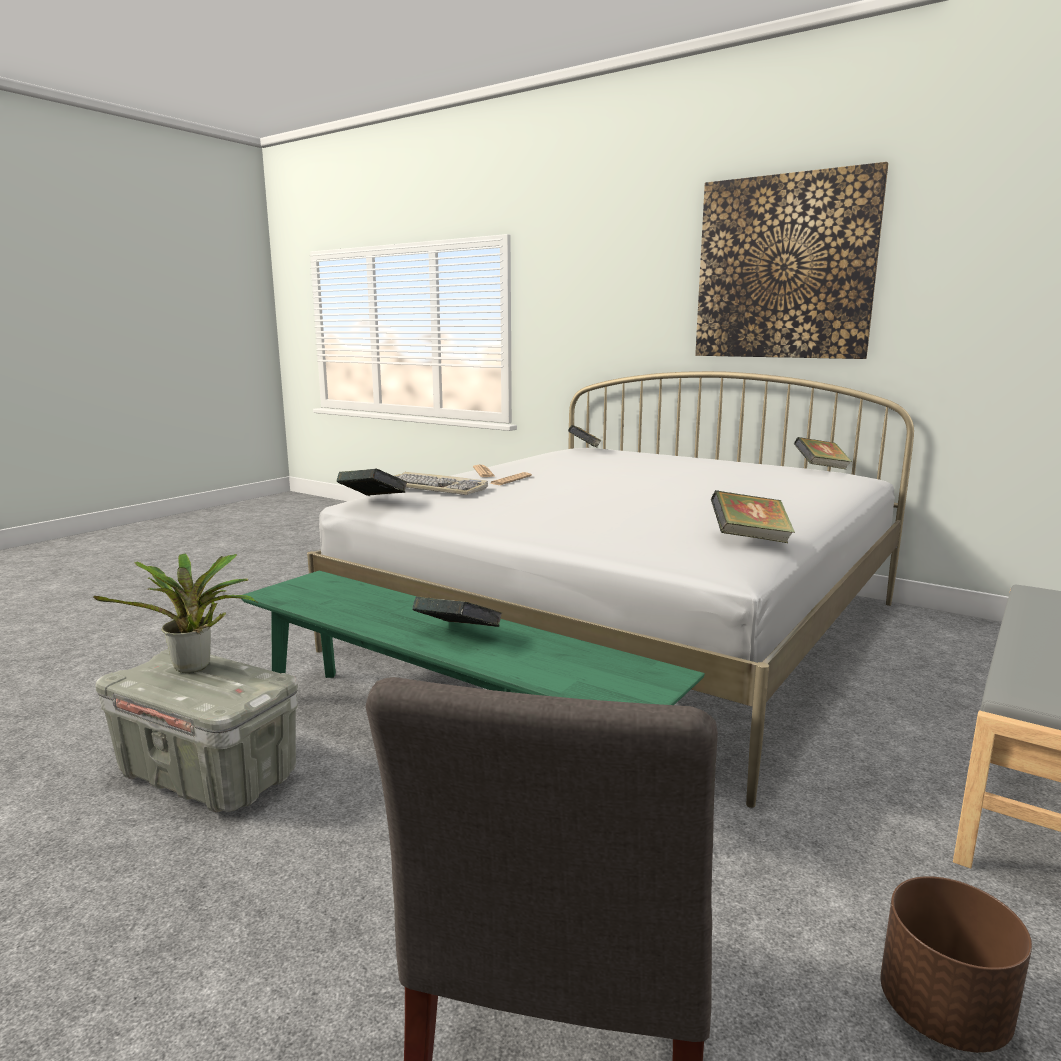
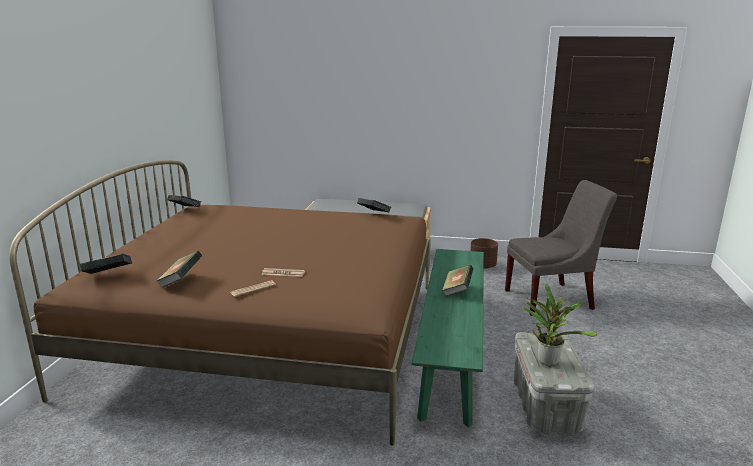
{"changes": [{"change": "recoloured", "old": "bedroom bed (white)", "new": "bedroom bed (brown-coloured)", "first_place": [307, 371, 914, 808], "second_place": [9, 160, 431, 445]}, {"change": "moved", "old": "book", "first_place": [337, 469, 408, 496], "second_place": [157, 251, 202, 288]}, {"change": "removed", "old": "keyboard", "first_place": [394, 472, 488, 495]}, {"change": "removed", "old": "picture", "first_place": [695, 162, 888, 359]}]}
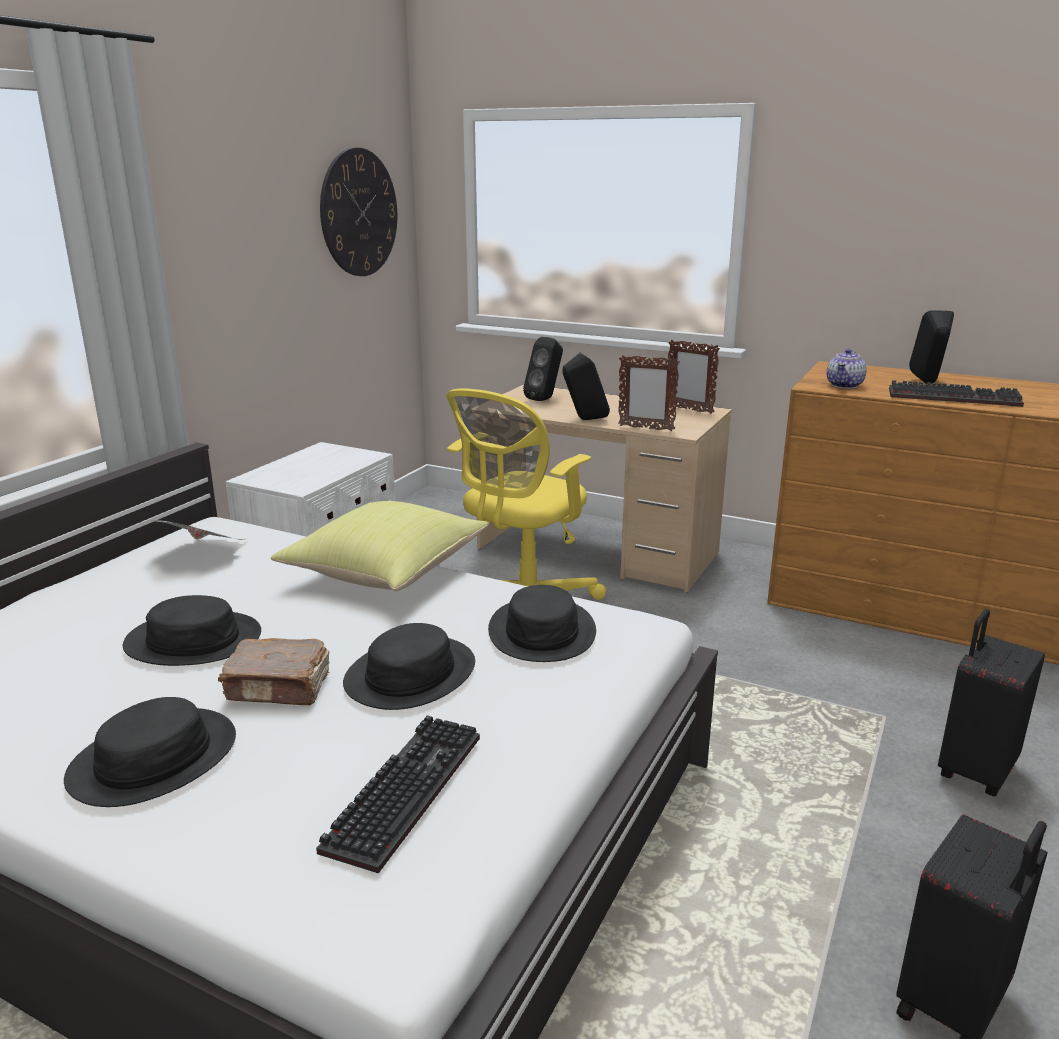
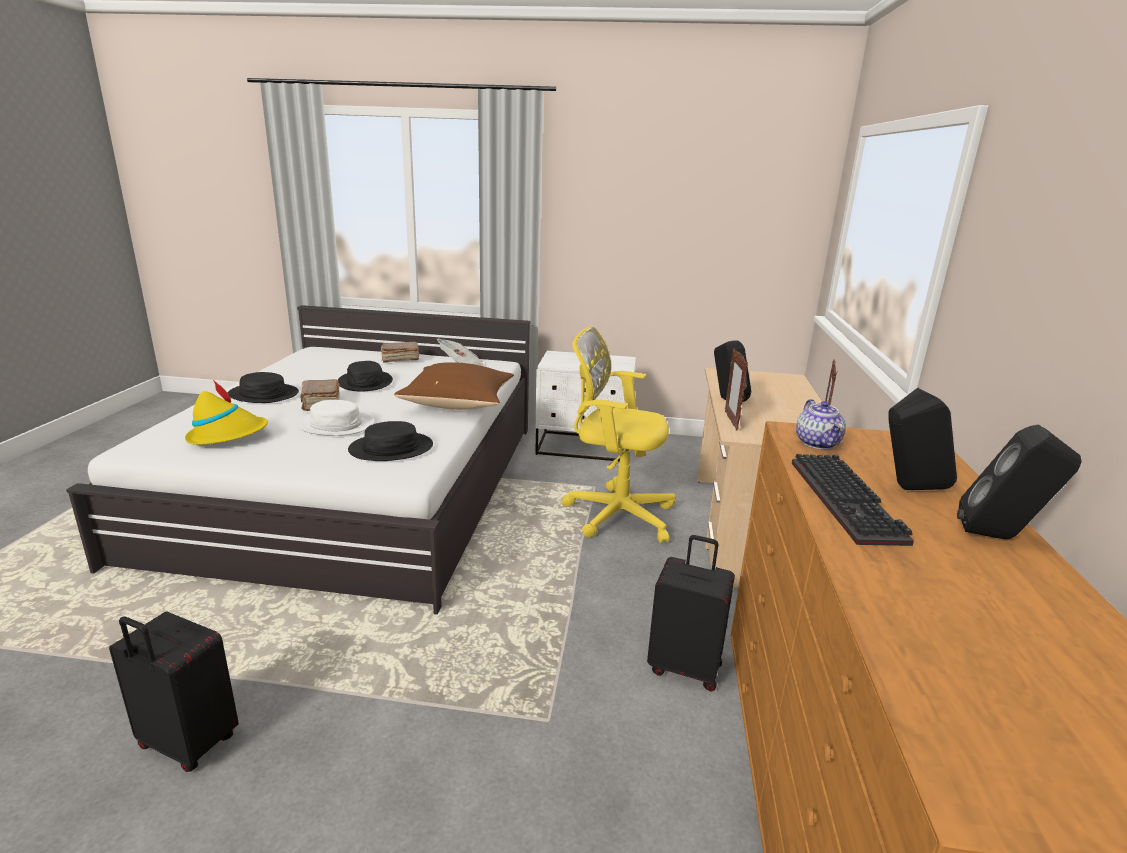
{"changes": [{"change": "replaced", "old": "keyboard", "new": "wearable hat (yellow)", "first_place": [316, 715, 480, 873], "second_place": [185, 380, 268, 445]}, {"change": "recoloured", "old": "wearable hat (black-coloured)", "new": "wearable hat (white)", "first_place": [343, 623, 475, 710], "second_place": [296, 400, 375, 436]}, {"change": "added", "new": "book (brown-coloured)", "second_place": [381, 342, 419, 363]}, {"change": "recoloured", "old": "pillow (yellow)", "new": "pillow (brown-coloured)", "first_place": [271, 501, 489, 591], "second_place": [394, 362, 514, 410]}, {"change": "moved", "old": "piece of luggage (black-coloured)", "first_place": [938, 609, 1045, 796], "second_place": [647, 535, 735, 691]}, {"change": "turned", "old": "teapot", "first_place": [826, 349, 867, 389], "second_place": [796, 399, 846, 449], "degrees": -105}, {"change": "moved", "old": "audio speaker (black-coloured)", "first_place": [523, 337, 563, 401], "second_place": [957, 425, 1082, 539]}, {"change": "removed", "old": "hanging clock", "first_place": [320, 148, 397, 276]}]}
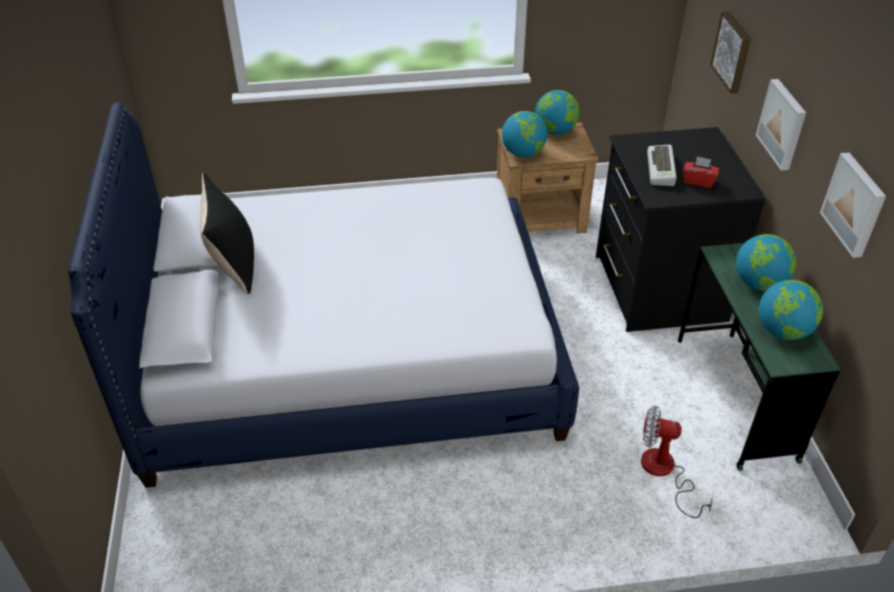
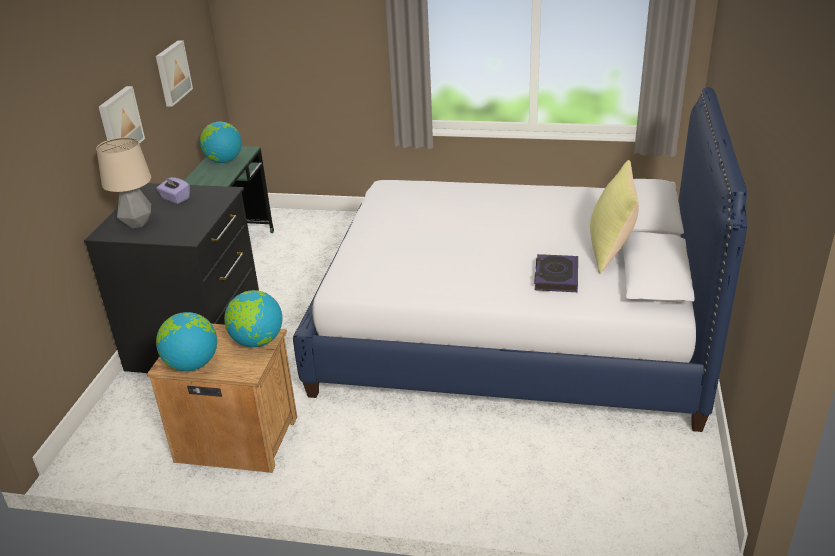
{"changes": [{"change": "added", "new": "tabletop lamp", "second_place": [96, 137, 151, 228]}, {"change": "recoloured", "old": "box of tissues (red)", "new": "box of tissues (purplish)", "first_place": [683, 156, 719, 188], "second_place": [156, 177, 190, 204]}, {"change": "added", "new": "book", "second_place": [534, 254, 578, 292]}, {"change": "recoloured", "old": "pillow (black-coloured)", "new": "pillow (yellow)", "first_place": [200, 172, 254, 294], "second_place": [590, 160, 639, 274]}, {"change": "removed", "old": "cooling fan", "first_place": [641, 406, 712, 518]}, {"change": "removed", "old": "keyboard", "first_place": [647, 145, 677, 186]}, {"change": "removed", "old": "picture", "first_place": [710, 11, 751, 94]}, {"change": "removed", "old": "globe", "first_place": [736, 234, 796, 291]}]}
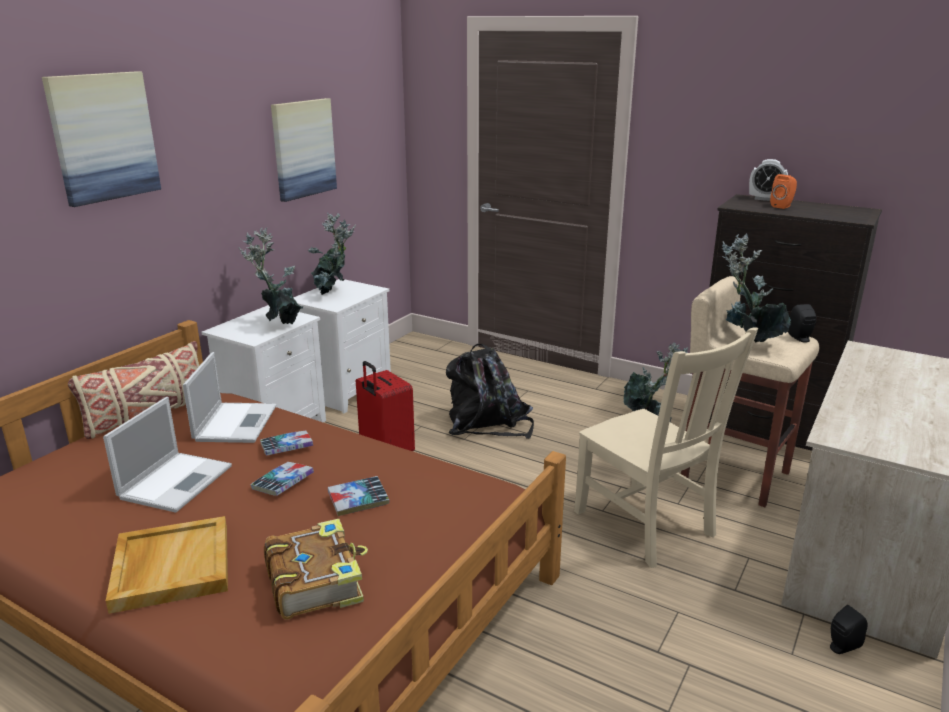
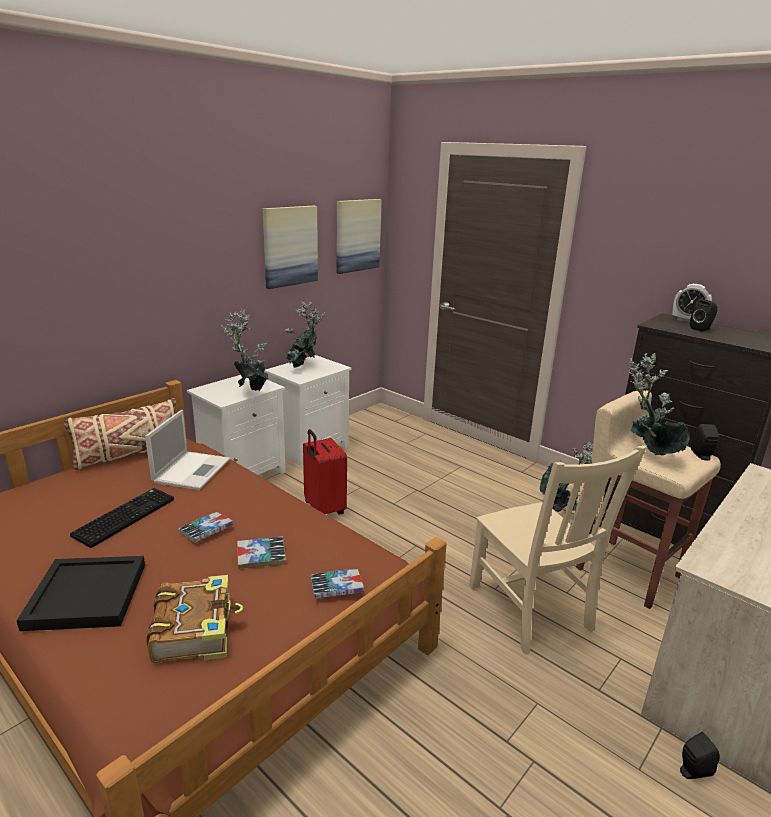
{"changes": [{"change": "recoloured", "old": "serving tray (beige)", "new": "serving tray (black-coloured)", "first_place": [106, 516, 228, 614], "second_place": [17, 556, 145, 631]}, {"change": "replaced", "old": "portable computer", "new": "keyboard", "first_place": [103, 397, 232, 513], "second_place": [70, 488, 174, 548]}, {"change": "moved", "old": "book", "first_place": [260, 430, 313, 456], "second_place": [310, 569, 364, 598]}, {"change": "moved", "old": "picture", "first_place": [42, 71, 161, 207], "second_place": [337, 199, 382, 274]}, {"change": "recoloured", "old": "audio speaker (orangey)", "new": "audio speaker (black-coloured)", "first_place": [770, 174, 797, 209], "second_place": [690, 299, 718, 332]}, {"change": "removed", "old": "backpack (black-coloured)", "first_place": [446, 344, 534, 439]}]}
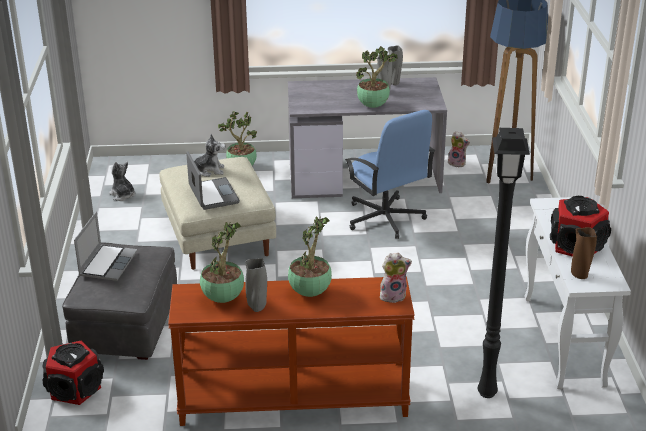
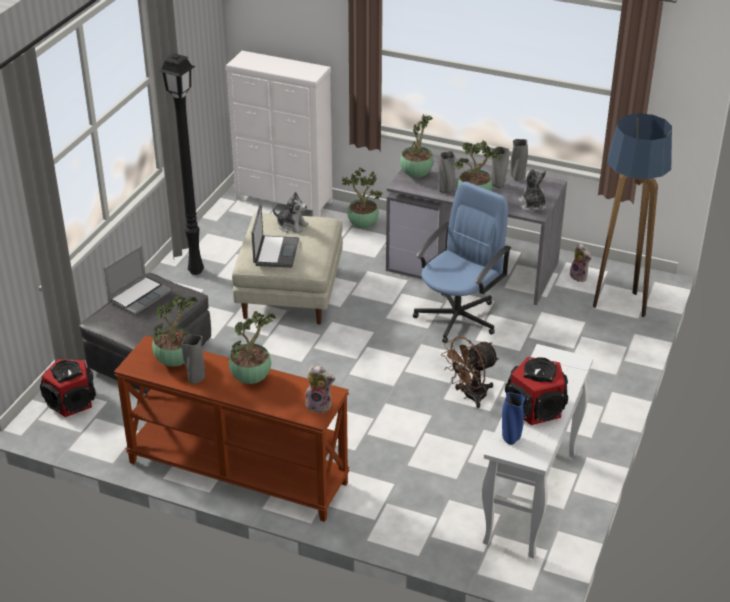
{"changes": [{"change": "moved", "old": "standing lamp (black-coloured)", "first_place": [477, 128, 530, 398], "second_place": [159, 53, 204, 275]}, {"change": "added", "new": "chest of drawers (white)", "second_place": [226, 51, 333, 217]}, {"change": "added", "new": "plant in a pot", "second_place": [400, 114, 434, 178]}, {"change": "turned", "old": "office chair (blue-coloured)", "first_place": [345, 110, 435, 239], "second_place": [413, 181, 511, 343], "degrees": -135}, {"change": "added", "new": "decorative vase (greyish)", "second_place": [438, 151, 455, 193]}, {"change": "added", "new": "cooling fan (brown-coloured)", "second_place": [441, 336, 499, 408]}, {"change": "recoloured", "old": "decorative vase (brown-coloured)", "new": "decorative vase (blue-coloured)", "first_place": [571, 227, 597, 279], "second_place": [502, 392, 525, 445]}, {"change": "moved", "old": "cuddly toy", "first_place": [109, 162, 135, 201], "second_place": [519, 168, 546, 212]}]}
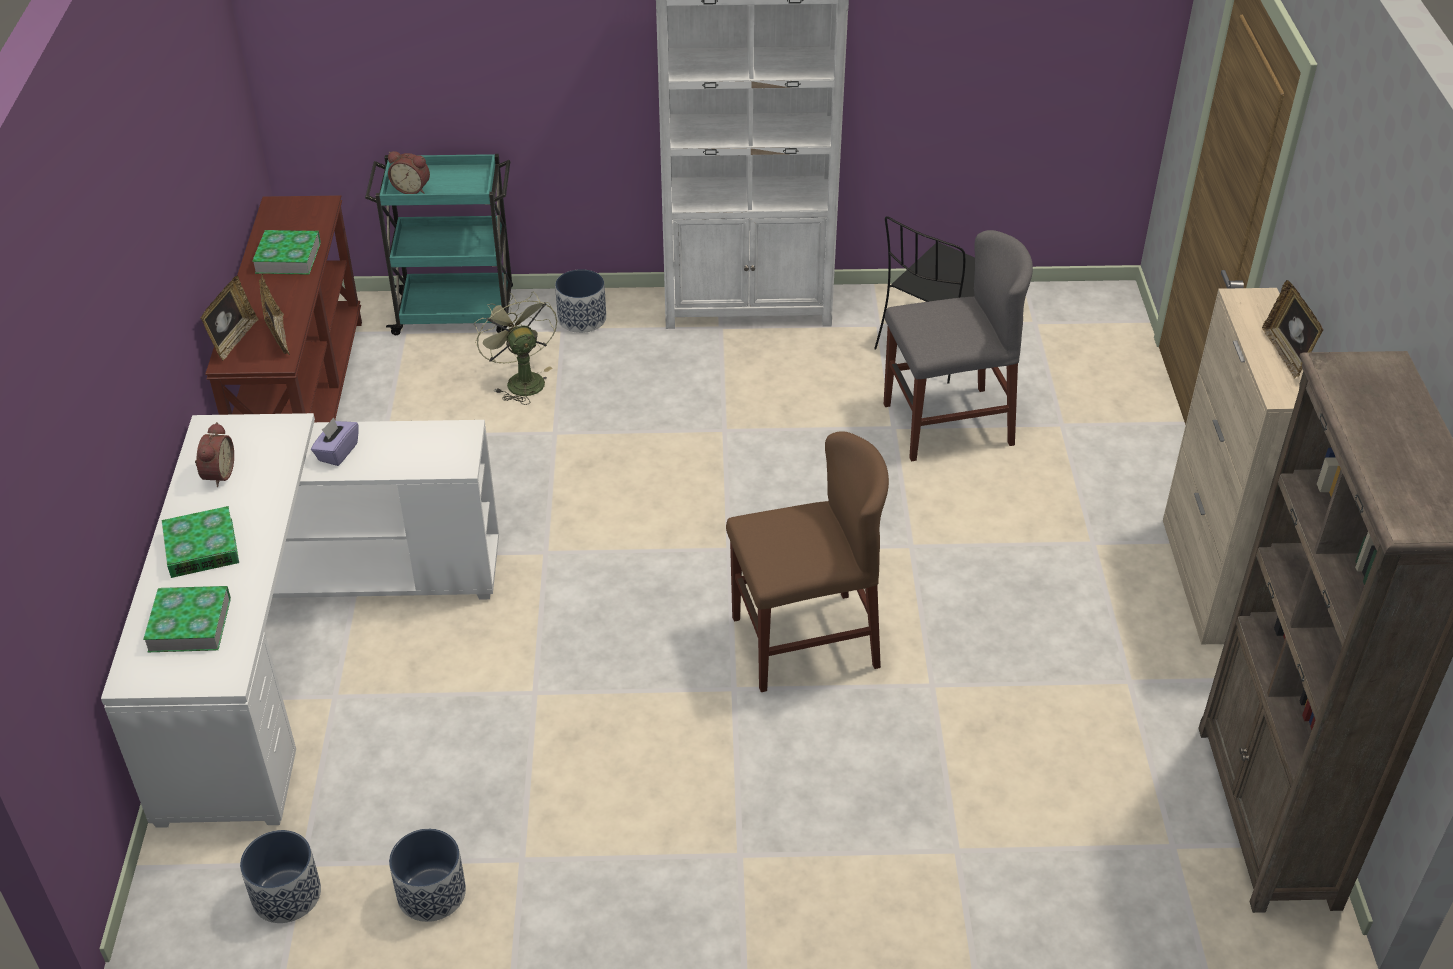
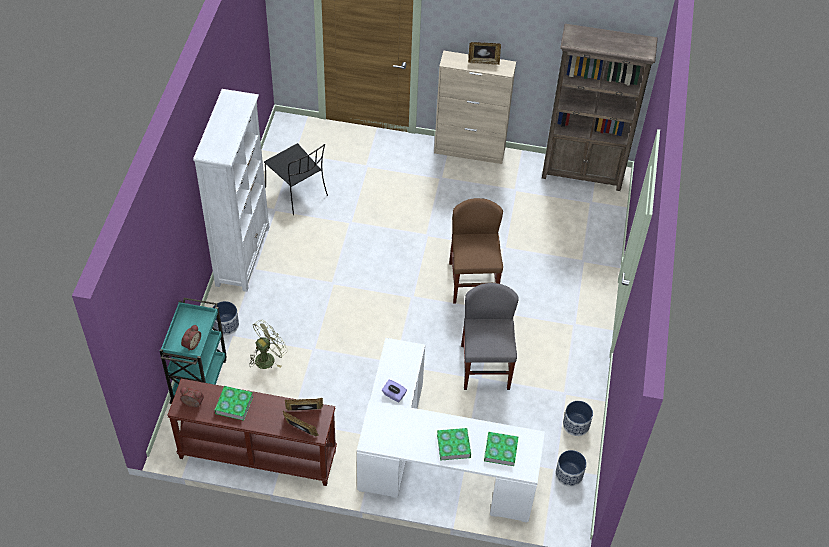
{"changes": [{"change": "moved", "old": "table clock", "first_place": [195, 422, 234, 487], "second_place": [180, 387, 204, 408]}, {"change": "turned", "old": "cooling fan (greenish)", "first_place": [474, 292, 557, 405], "second_place": [250, 320, 288, 369], "degrees": 150}, {"change": "moved", "old": "upright chair (greyish)", "first_place": [884, 230, 1033, 461], "second_place": [461, 283, 519, 390]}]}
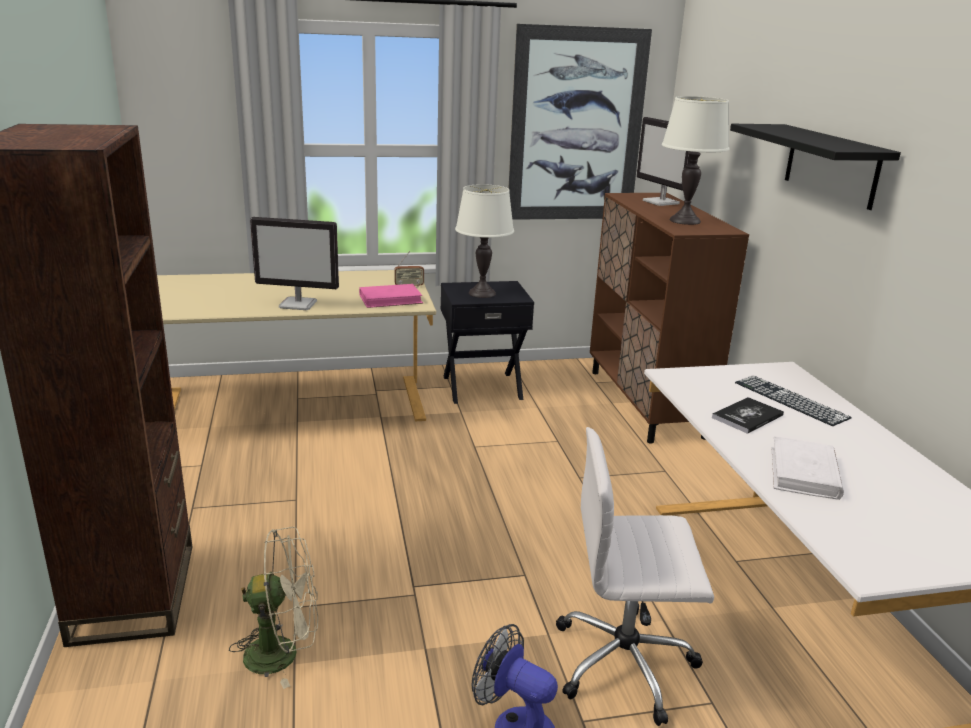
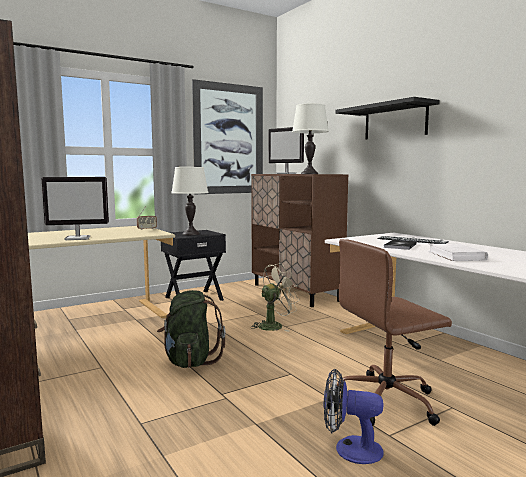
{"changes": [{"change": "added", "new": "backpack (greenish)", "second_place": [157, 290, 226, 368]}, {"change": "moved", "old": "cooling fan (beige)", "first_place": [229, 527, 318, 689], "second_place": [250, 263, 300, 332]}, {"change": "recoloured", "old": "office chair (white)", "new": "office chair (brown-coloured)", "first_place": [556, 427, 714, 726], "second_place": [336, 239, 452, 426]}, {"change": "removed", "old": "book (pinkish)", "first_place": [359, 284, 423, 308]}]}
